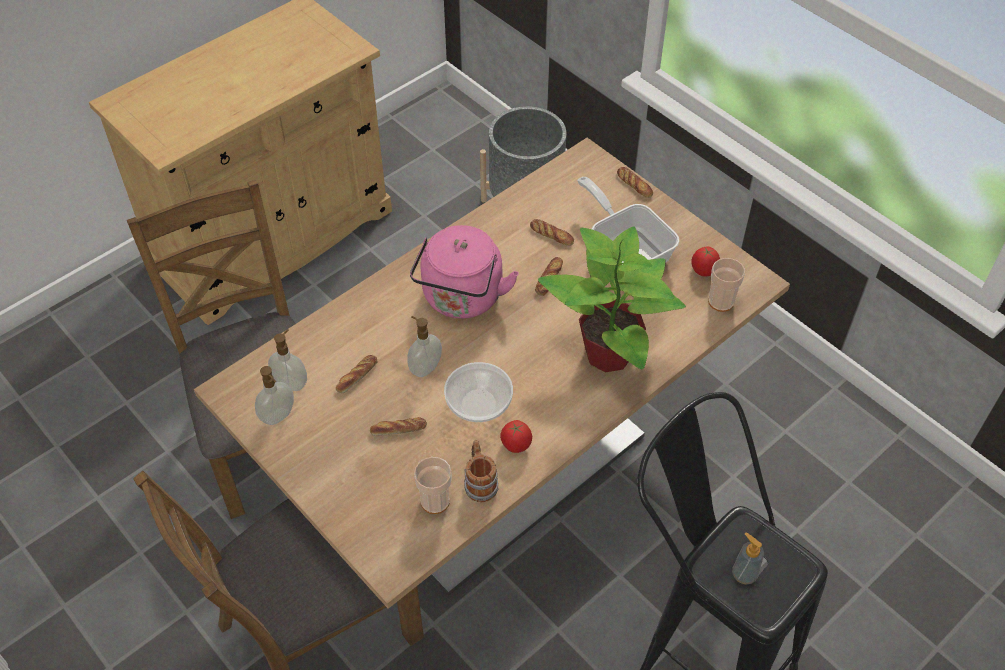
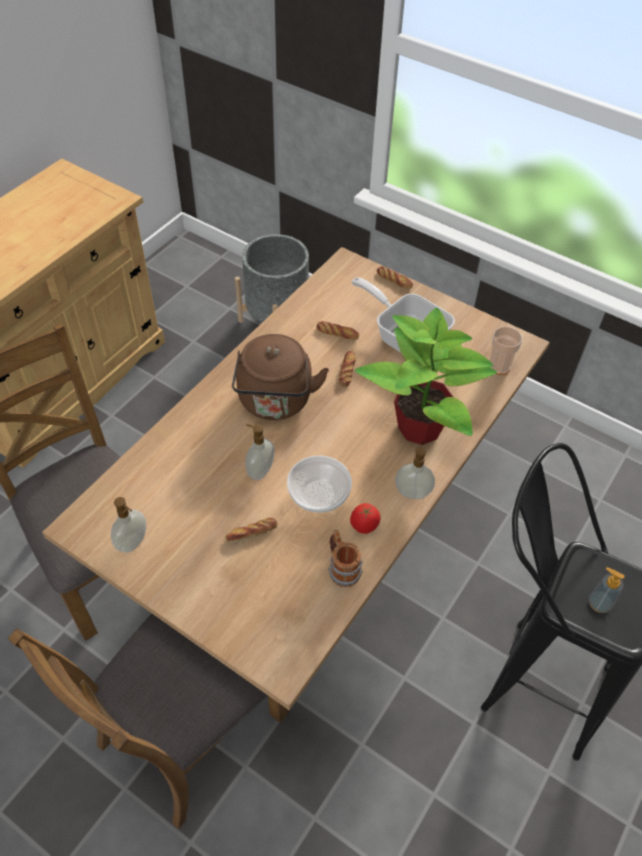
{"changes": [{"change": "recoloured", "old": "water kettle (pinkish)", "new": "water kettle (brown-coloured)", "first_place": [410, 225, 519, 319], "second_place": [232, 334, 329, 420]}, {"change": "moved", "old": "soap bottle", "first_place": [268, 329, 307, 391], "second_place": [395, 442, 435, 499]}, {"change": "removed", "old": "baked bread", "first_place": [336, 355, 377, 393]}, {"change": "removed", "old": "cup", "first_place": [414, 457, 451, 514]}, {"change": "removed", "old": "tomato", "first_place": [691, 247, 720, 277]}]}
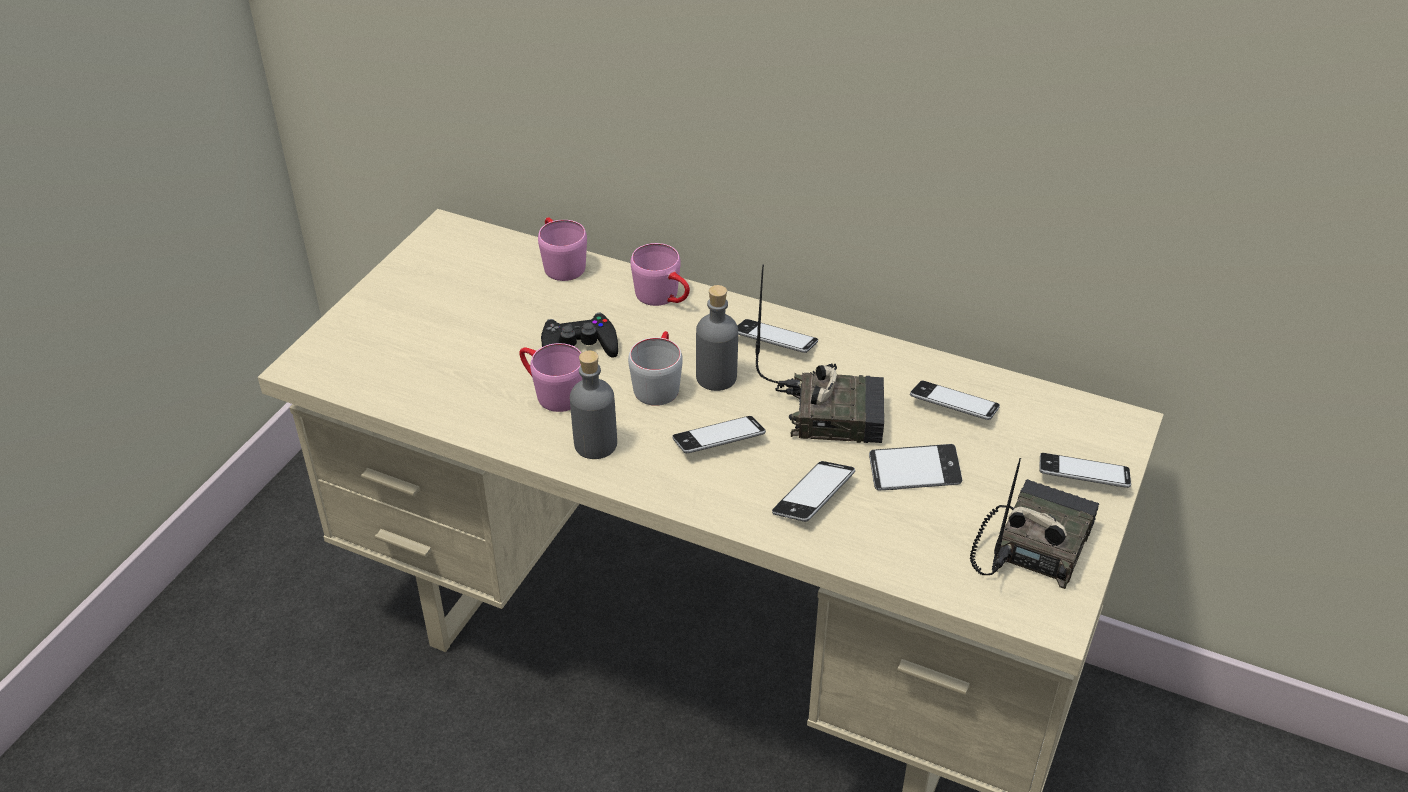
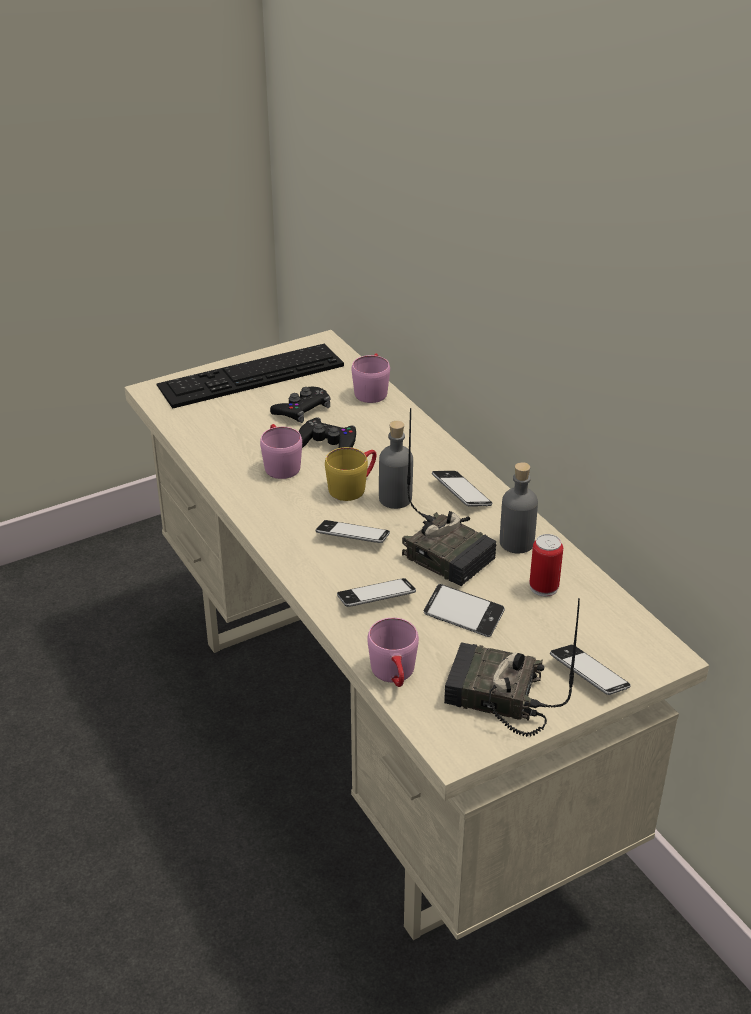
{"changes": [{"change": "added", "new": "keyboard", "second_place": [156, 344, 344, 409]}, {"change": "added", "new": "game controller (black-coloured)", "second_place": [270, 387, 331, 423]}, {"change": "recoloured", "old": "coffee mug (greyish)", "new": "coffee mug (yellow)", "first_place": [628, 331, 683, 406], "second_place": [325, 447, 377, 501]}, {"change": "moved", "old": "coffee mug (pinkish)", "first_place": [630, 243, 690, 306], "second_place": [367, 618, 419, 687]}, {"change": "turned", "old": "radio", "first_place": [970, 458, 1099, 589], "second_place": [444, 598, 580, 737], "degrees": -135}, {"change": "moved", "old": "drink bottle (greyish)", "first_place": [570, 350, 617, 459], "second_place": [500, 462, 538, 553]}, {"change": "replaced", "old": "telephone", "new": "can", "first_place": [910, 381, 1000, 420], "second_place": [529, 534, 563, 597]}]}
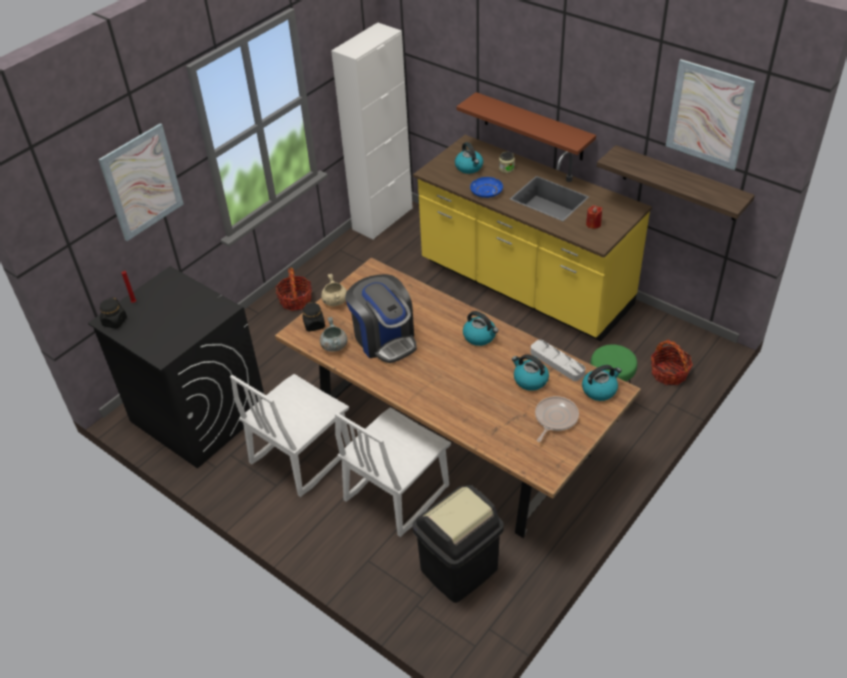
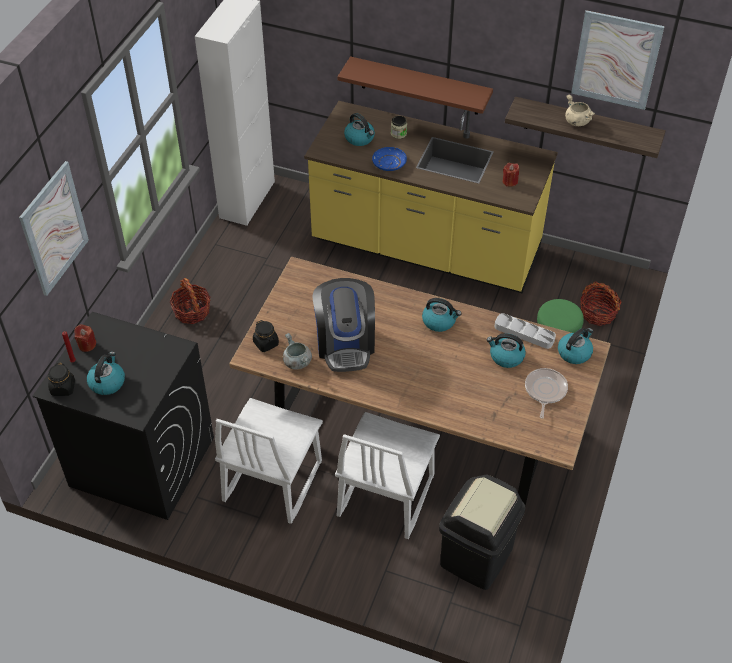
{"changes": [{"change": "added", "new": "wax candle (red)", "second_place": [74, 324, 97, 352]}, {"change": "added", "new": "water kettle", "second_place": [87, 352, 125, 395]}, {"change": "turned", "old": "coffee machine", "first_place": [345, 274, 417, 363], "second_place": [312, 278, 375, 372], "degrees": 45}, {"change": "moved", "old": "cooking pot (beige)", "first_place": [321, 274, 347, 306], "second_place": [565, 95, 595, 126]}]}
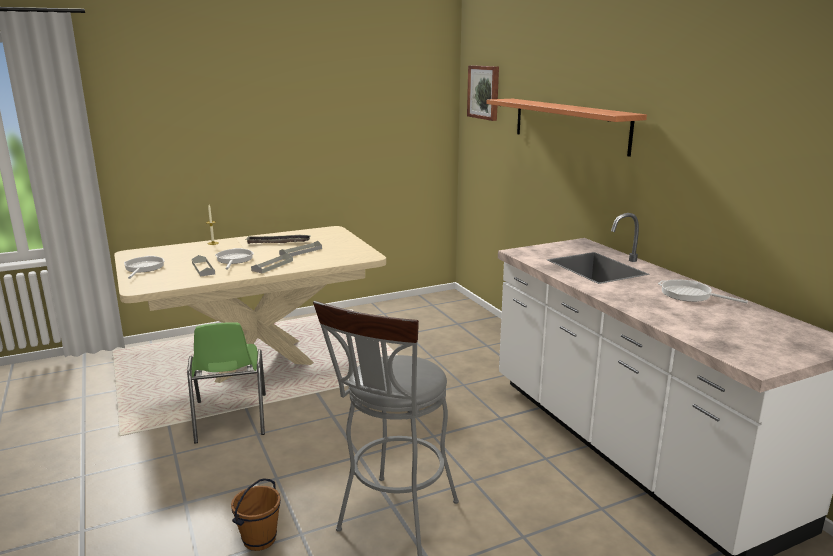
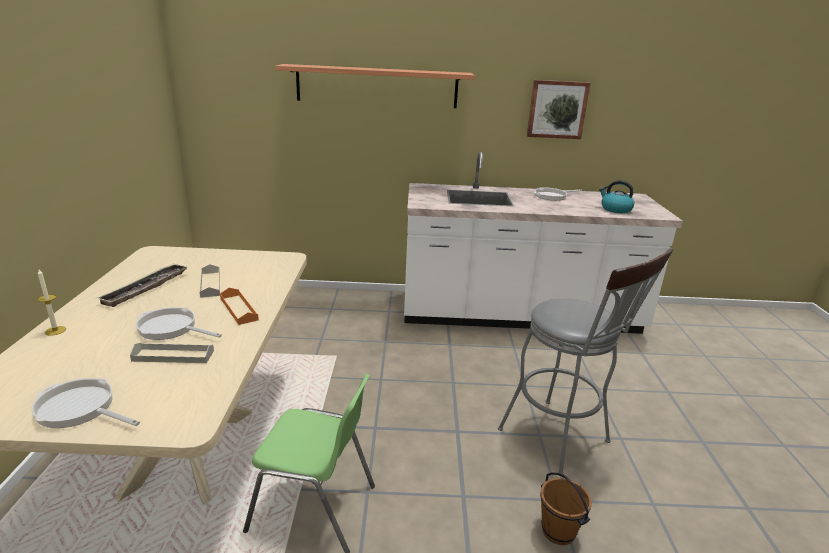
{"changes": [{"change": "recoloured", "old": "serving tray (greyish)", "new": "serving tray (orangey)", "first_place": [251, 253, 293, 273], "second_place": [220, 288, 259, 325]}, {"change": "moved", "old": "picture", "first_place": [467, 65, 499, 121], "second_place": [527, 80, 591, 139]}, {"change": "added", "new": "water kettle", "second_place": [599, 180, 635, 213]}]}
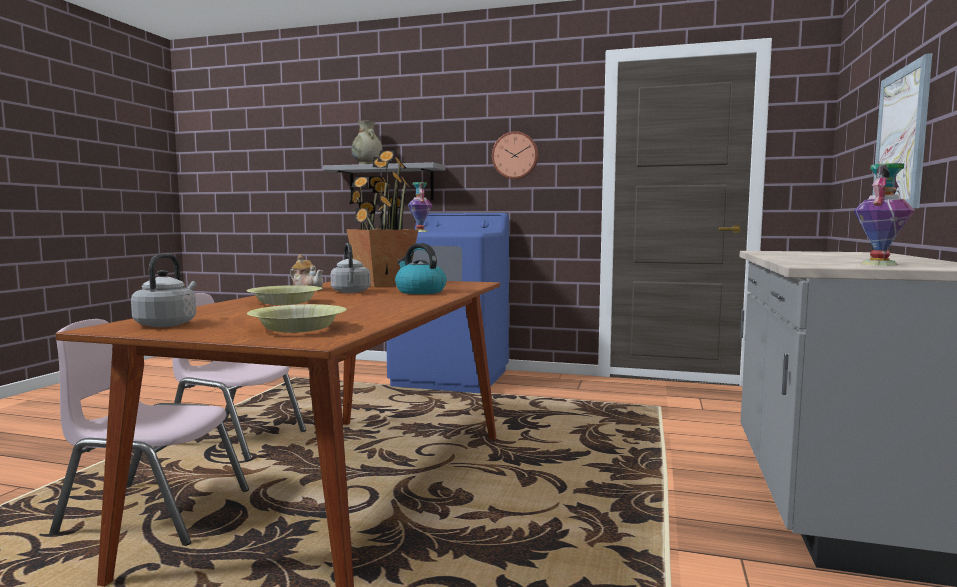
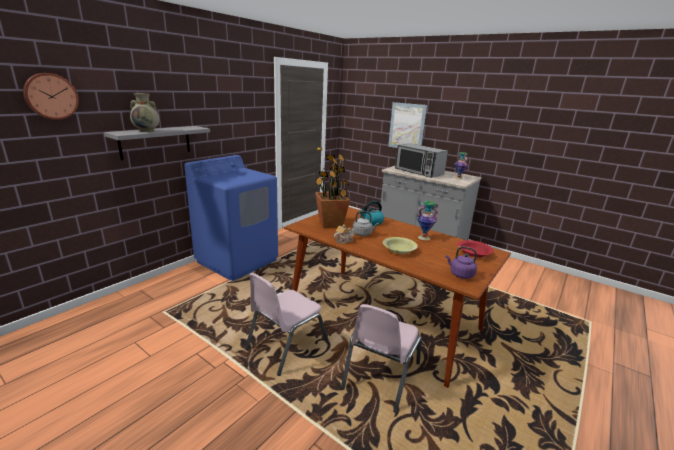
{"changes": [{"change": "moved", "old": "hanging clock", "first_place": [492, 131, 538, 179], "second_place": [23, 73, 79, 120]}, {"change": "added", "new": "microwave", "second_place": [395, 144, 448, 178]}, {"change": "moved", "old": "decorative vase", "first_place": [408, 182, 433, 232], "second_place": [417, 201, 439, 240]}, {"change": "recoloured", "old": "water kettle (greyish)", "new": "water kettle (purplish)", "first_place": [131, 254, 196, 327], "second_place": [446, 246, 477, 279]}, {"change": "recoloured", "old": "deep dish (yellow)", "new": "deep dish (red)", "first_place": [247, 304, 347, 333], "second_place": [457, 240, 494, 257]}]}
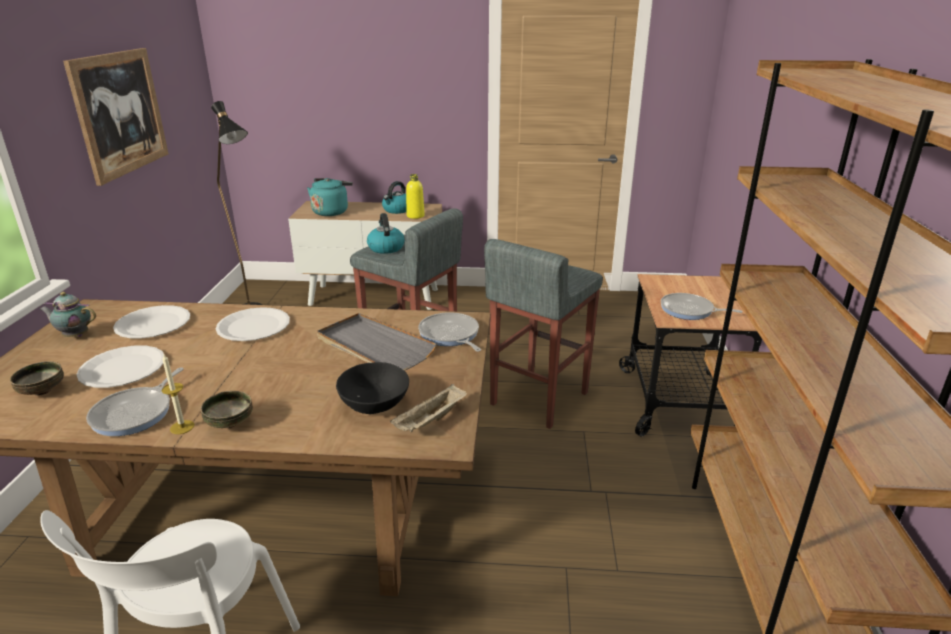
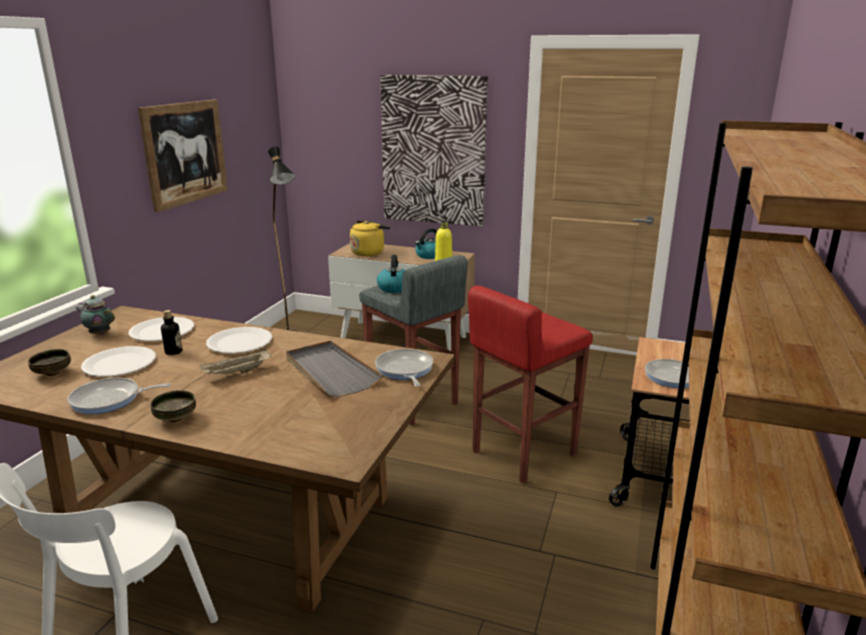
{"changes": [{"change": "turned", "old": "skillet", "first_place": [86, 367, 184, 436], "second_place": [67, 378, 171, 414], "degrees": 45}, {"change": "added", "new": "drink bottle", "second_place": [161, 310, 182, 355]}, {"change": "moved", "old": "serving tray (beige)", "first_place": [390, 384, 467, 432], "second_place": [200, 349, 271, 374]}, {"change": "recoloured", "old": "water kettle (turquoise)", "new": "water kettle (yellow)", "first_place": [307, 178, 353, 216], "second_place": [350, 221, 390, 256]}, {"change": "added", "new": "picture", "second_place": [381, 75, 488, 226]}, {"change": "recoloured", "old": "sitting stool (greyish)", "new": "sitting stool (red)", "first_place": [484, 239, 603, 429], "second_place": [468, 285, 593, 484]}, {"change": "removed", "old": "wax candle", "first_place": [162, 354, 194, 434]}, {"change": "removed", "old": "deep dish (black-coloured)", "first_place": [336, 362, 409, 414]}]}
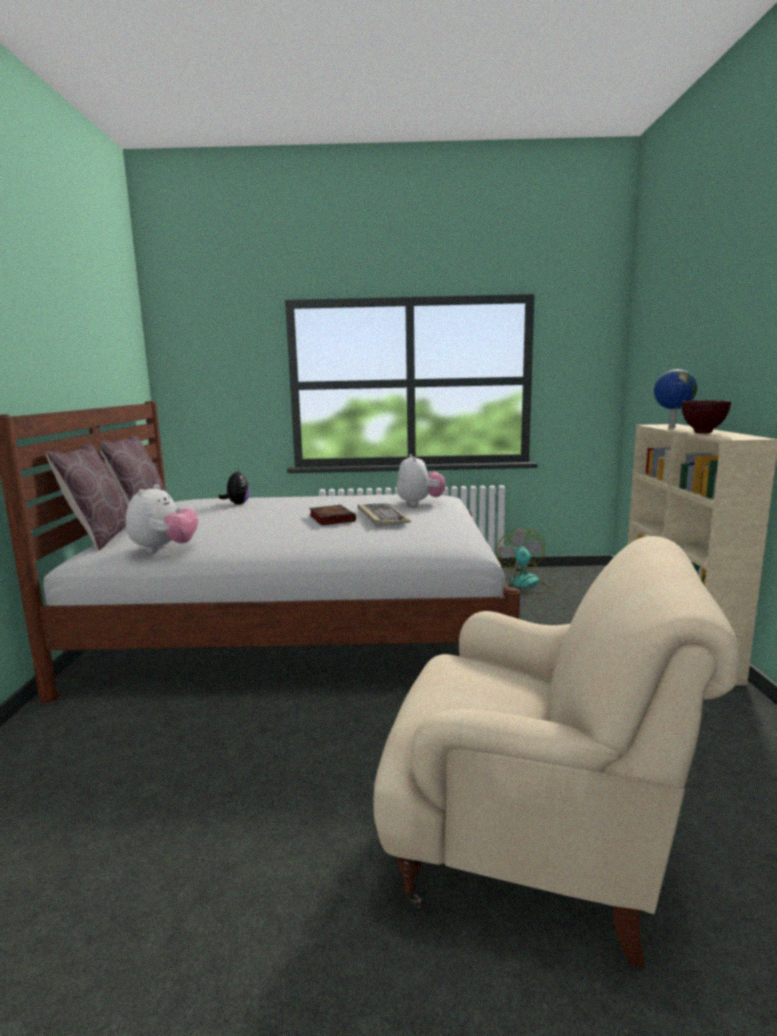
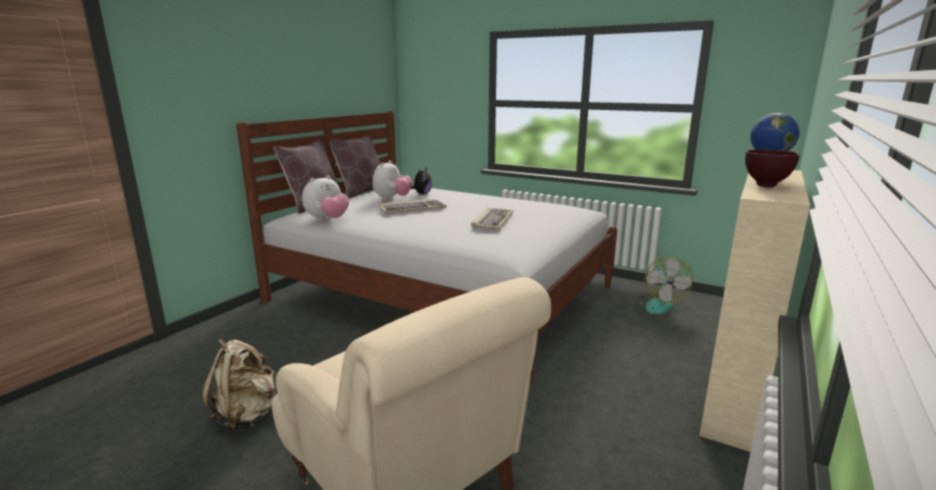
{"changes": [{"change": "added", "new": "backpack (beige)", "second_place": [202, 339, 277, 433]}, {"change": "moved", "old": "cuddly toy", "first_place": [397, 454, 446, 506], "second_place": [373, 160, 412, 200]}, {"change": "added", "new": "keyboard", "second_place": [379, 199, 447, 213]}, {"change": "turned", "old": "cooling fan", "first_place": [496, 529, 557, 594], "second_place": [627, 256, 693, 314], "degrees": 150}, {"change": "removed", "old": "book", "first_place": [309, 505, 356, 525]}]}
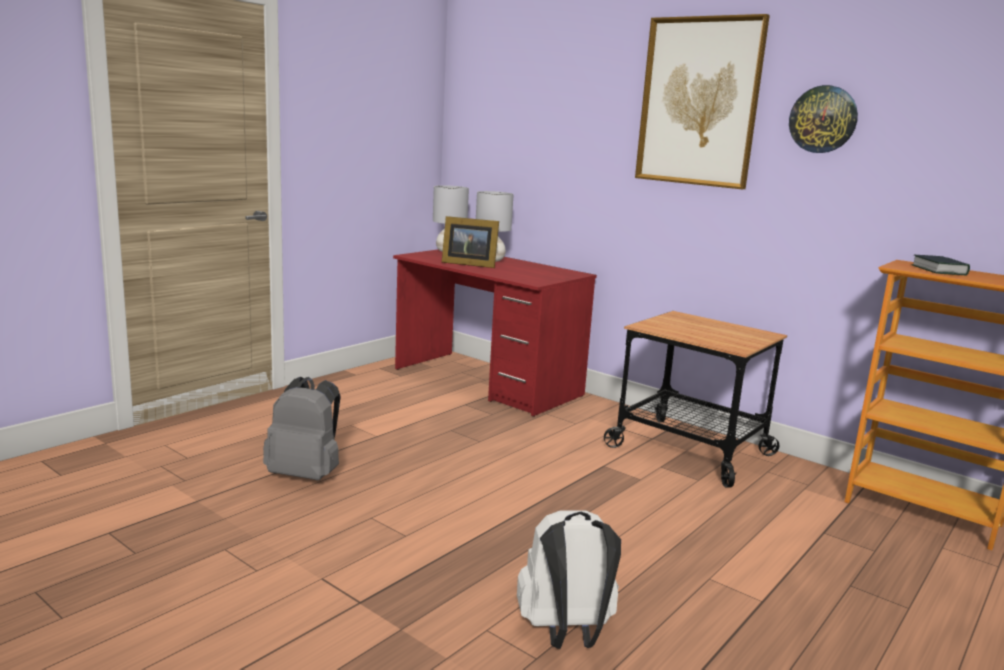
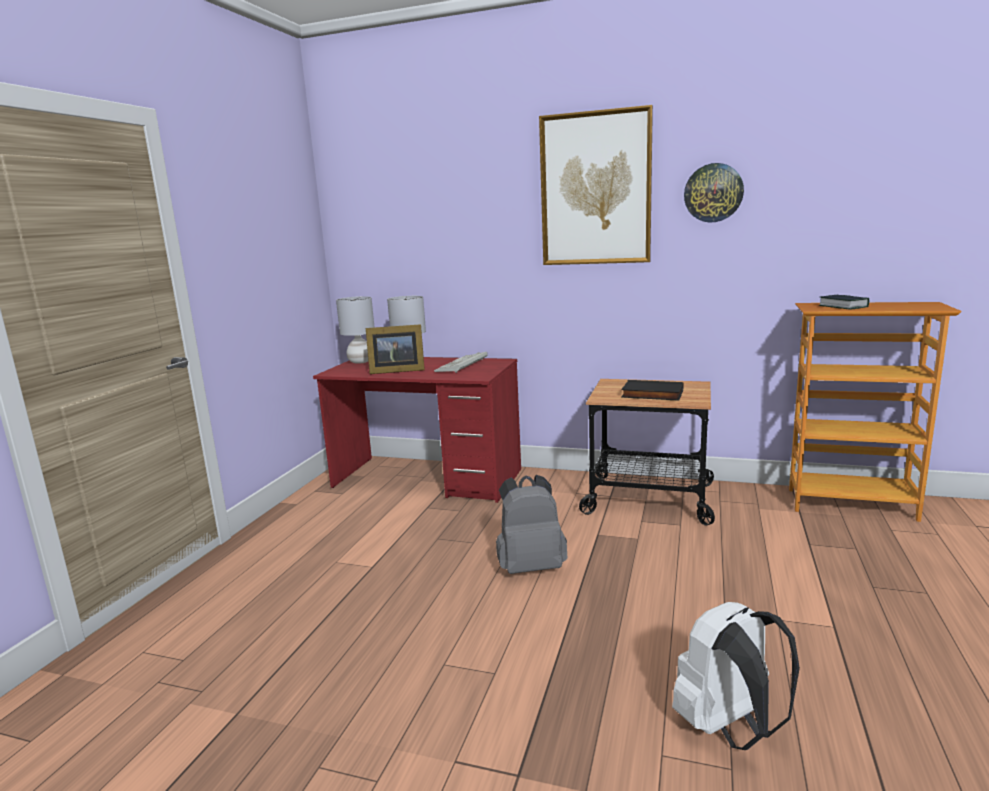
{"changes": [{"change": "added", "new": "keyboard", "second_place": [434, 352, 488, 373]}, {"change": "moved", "old": "backpack (greyish)", "first_place": [263, 377, 341, 480], "second_place": [496, 475, 567, 574]}, {"change": "added", "new": "book (black-coloured)", "second_place": [621, 380, 683, 401]}]}
